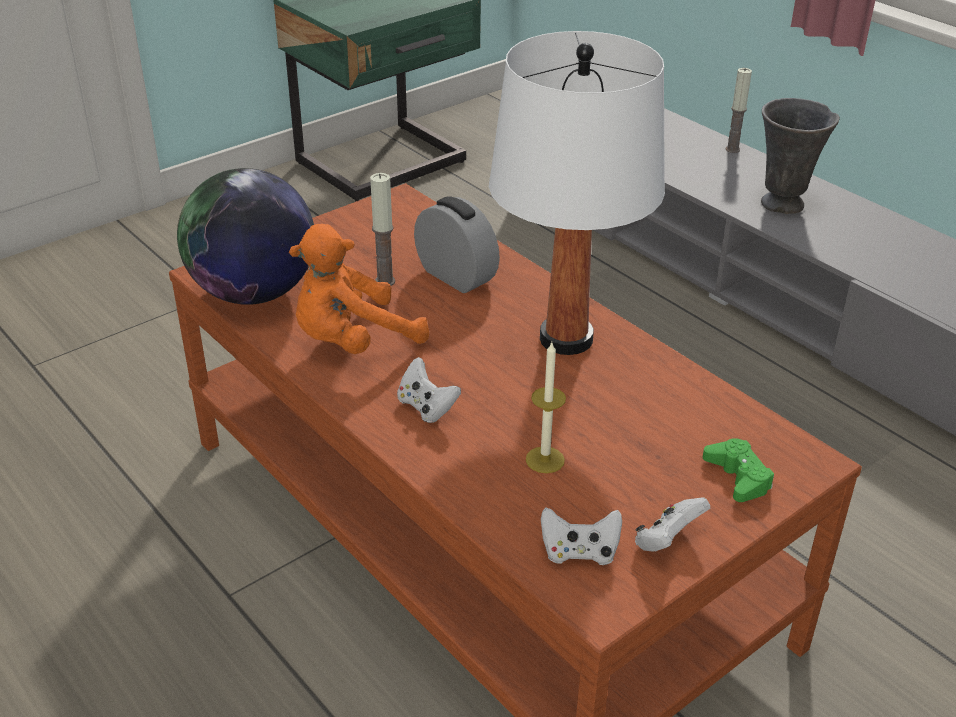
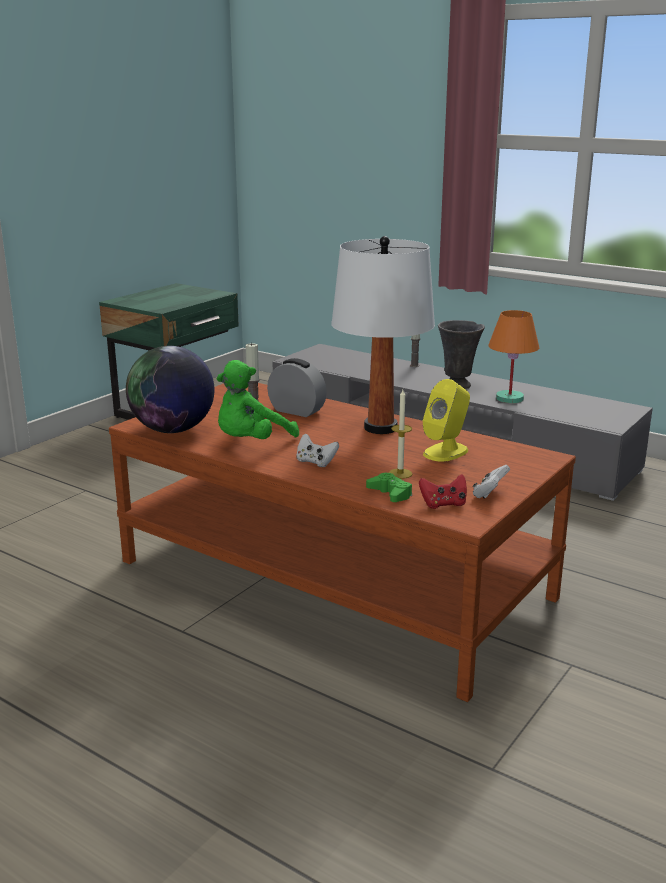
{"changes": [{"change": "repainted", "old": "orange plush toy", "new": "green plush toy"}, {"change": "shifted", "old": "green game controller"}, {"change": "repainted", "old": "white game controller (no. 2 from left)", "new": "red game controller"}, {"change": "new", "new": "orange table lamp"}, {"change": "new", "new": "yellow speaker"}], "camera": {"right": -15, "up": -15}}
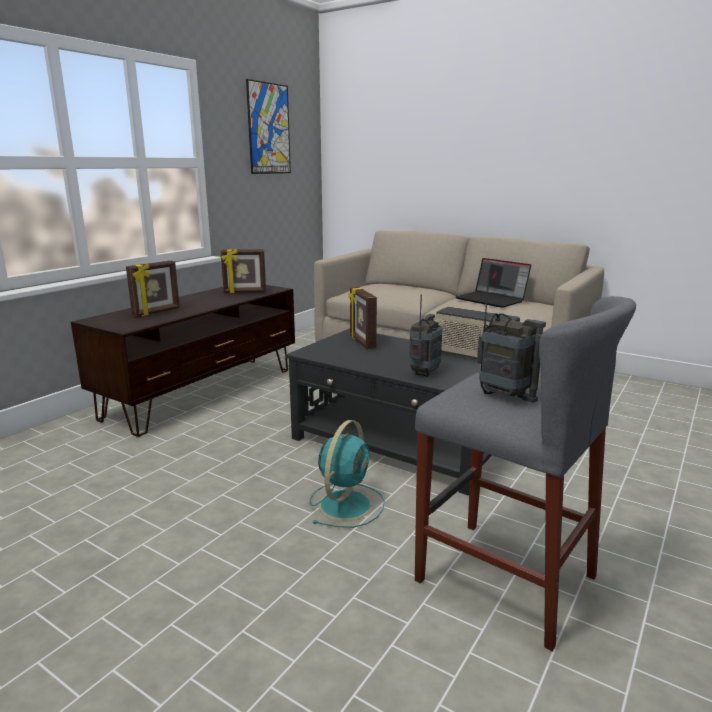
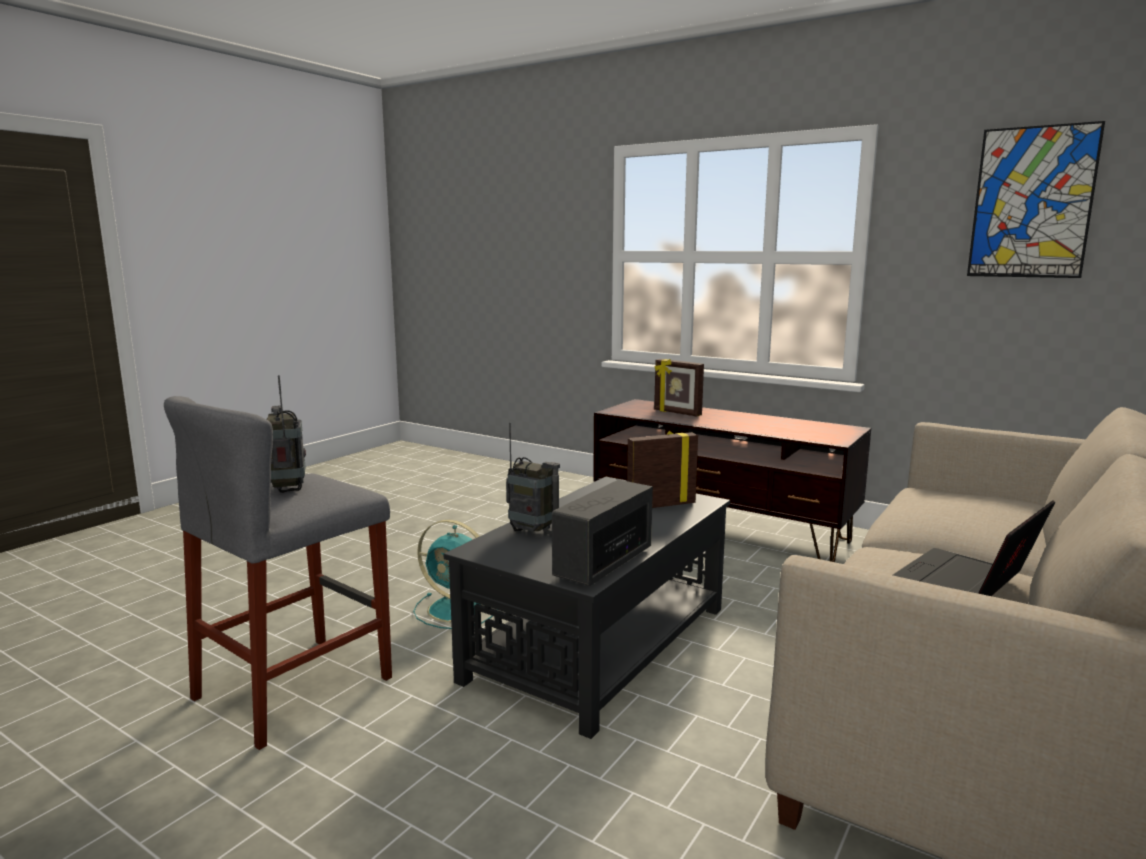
{"changes": [{"change": "gone", "old": "picture frame (no. 2 from left)"}, {"change": "rotated", "old": "radio (no. 3 from left in the first image)", "degrees": 120}], "camera": {"right": 90, "up": -5}}
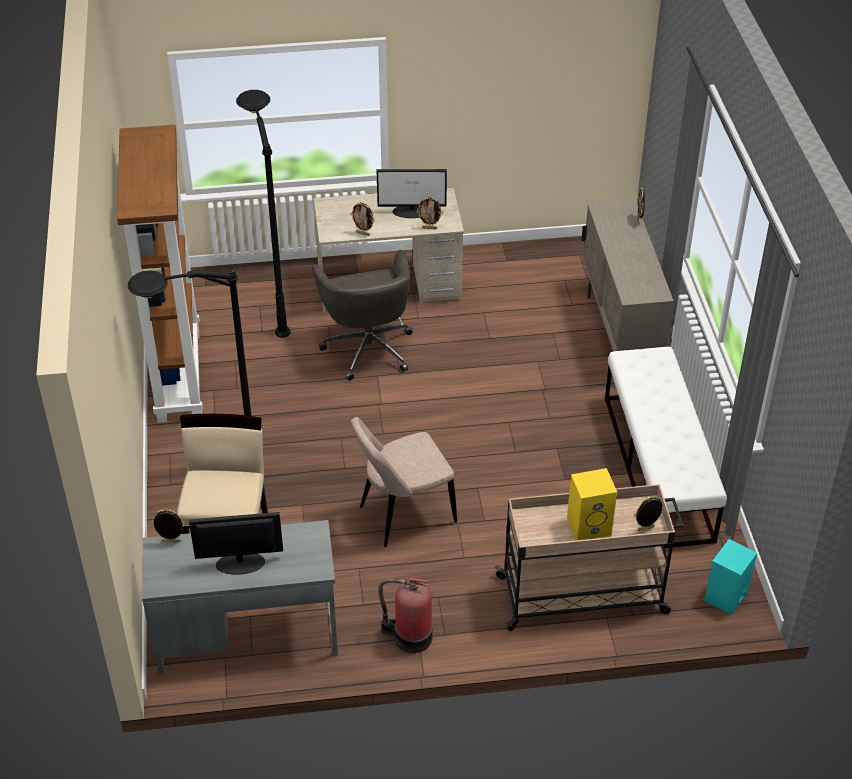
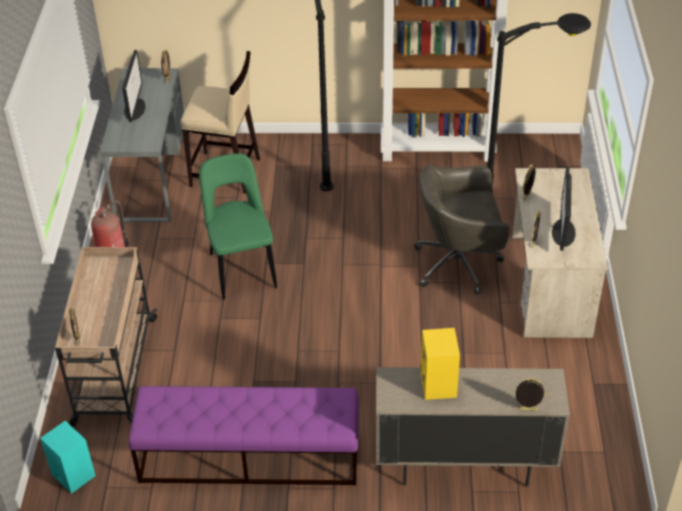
{"changes": [{"change": "repainted", "old": "white bench", "new": "purple bench"}, {"change": "repainted", "old": "beige chair", "new": "green chair"}, {"change": "shifted", "old": "yellow speaker"}], "camera": {"right": 100, "up": 0}}
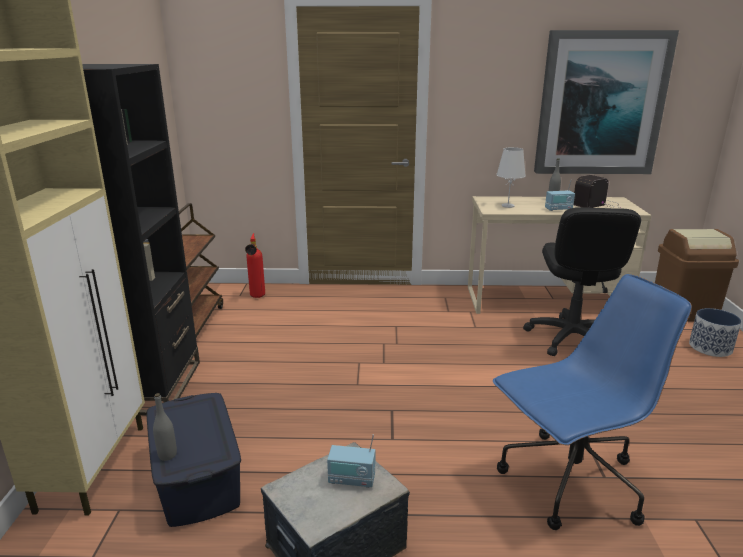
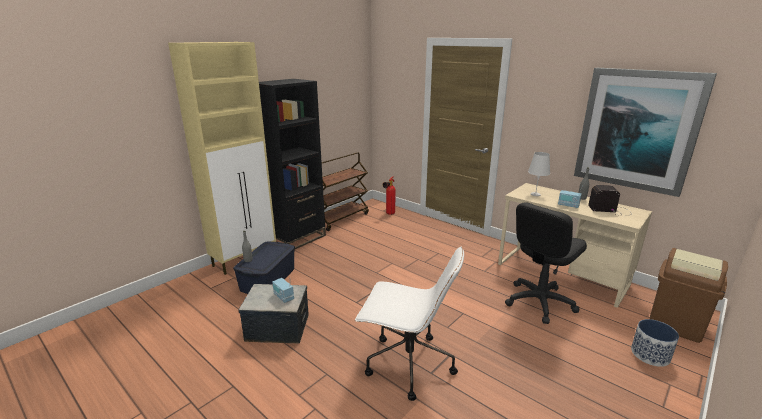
{"changes": [{"change": "repainted", "old": "blue office chair", "new": "white office chair"}], "camera": {"right": 40, "up": 0}}
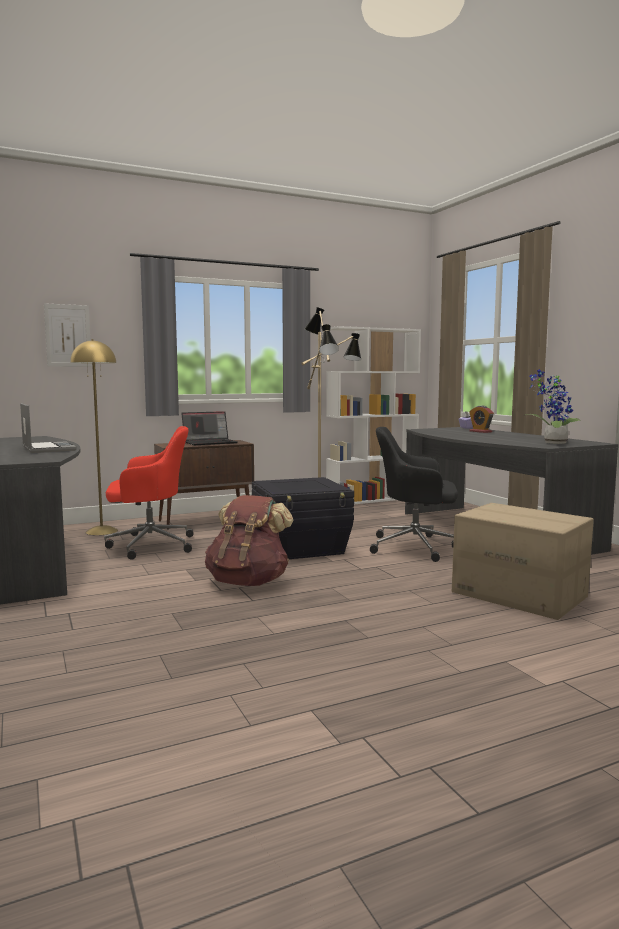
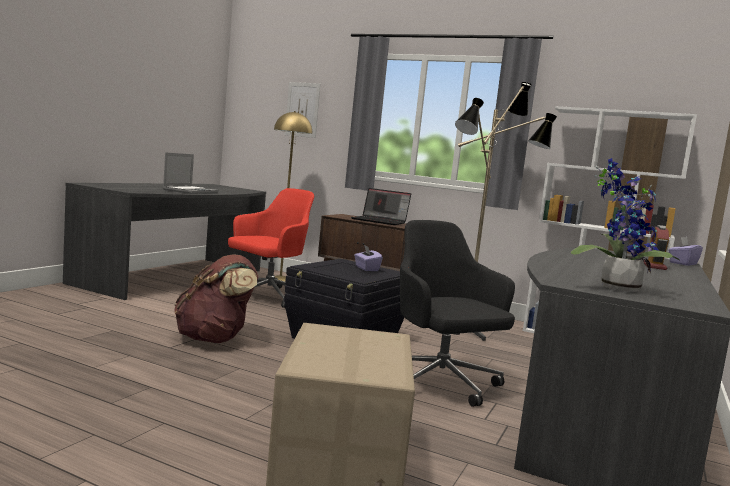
{"changes": [{"change": "rotated", "old": "red office chair", "degrees": -90}, {"change": "new", "new": "purple tissue box (no. 1 from left)"}], "camera": {"right": 50, "up": 0}}
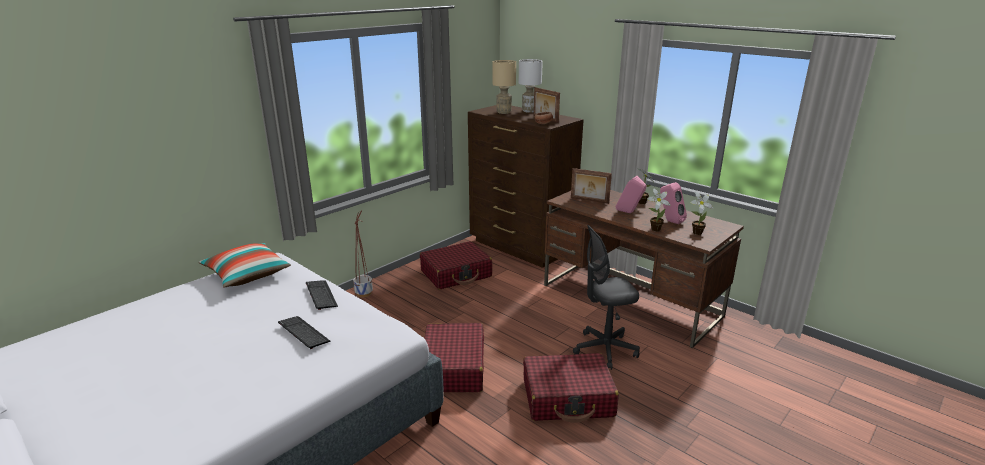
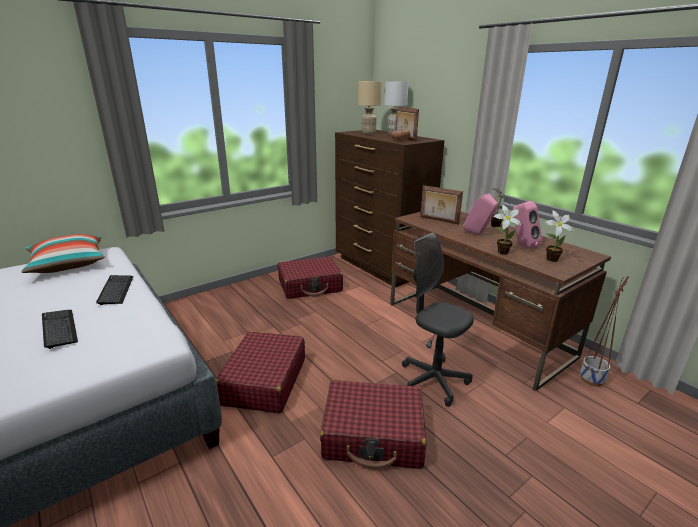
{"changes": [{"change": "shifted", "old": "planter"}, {"change": "rotated", "old": "grey office chair", "degrees": 45}], "camera": {"right": 10, "up": 0}}
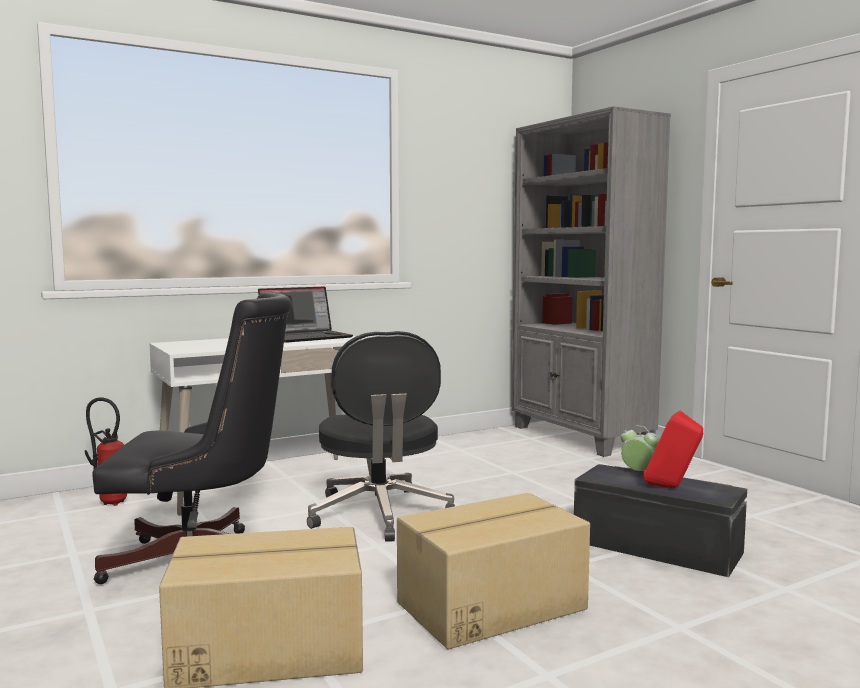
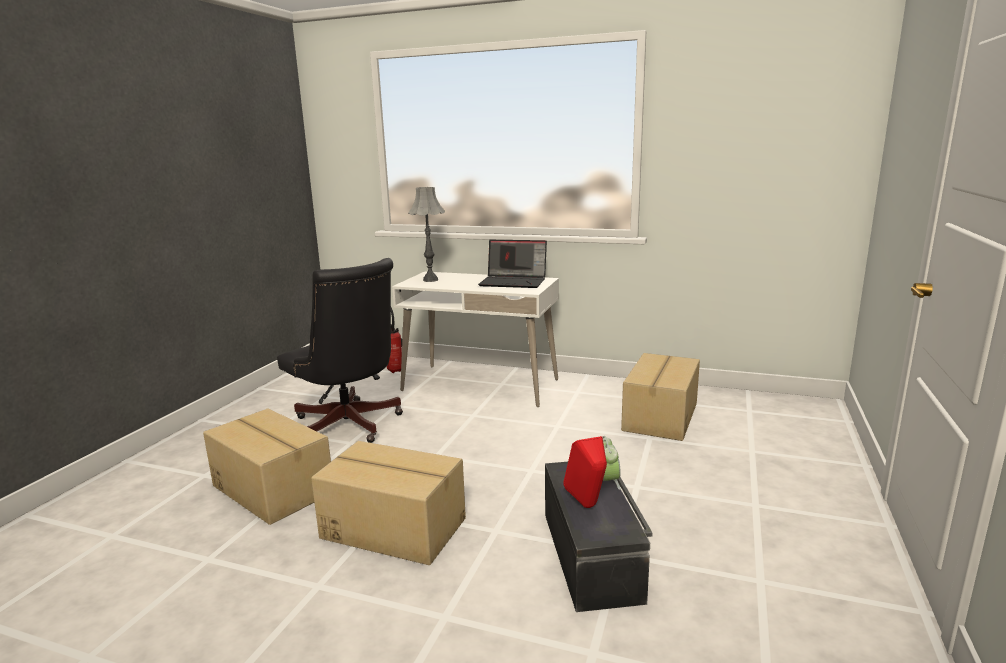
{"changes": [{"change": "gone", "old": "grey bookcase"}, {"change": "gone", "old": "black office chair (no. 2 from left)"}, {"change": "new", "new": "grey table lamp"}, {"change": "new", "new": "cardboard box (no. 3 from left)"}], "camera": {"right": 50, "up": 10}}
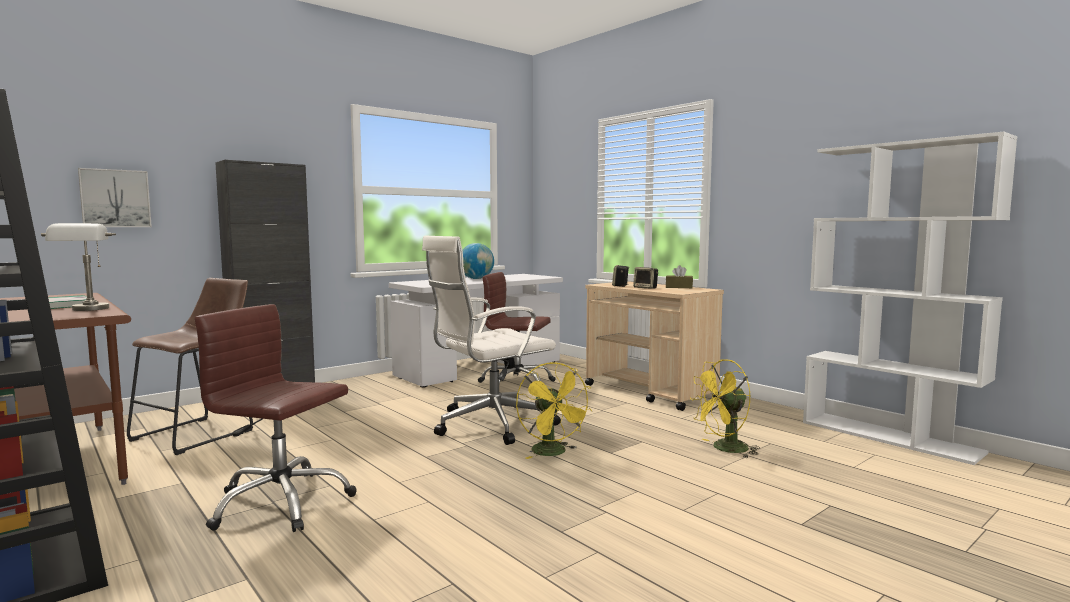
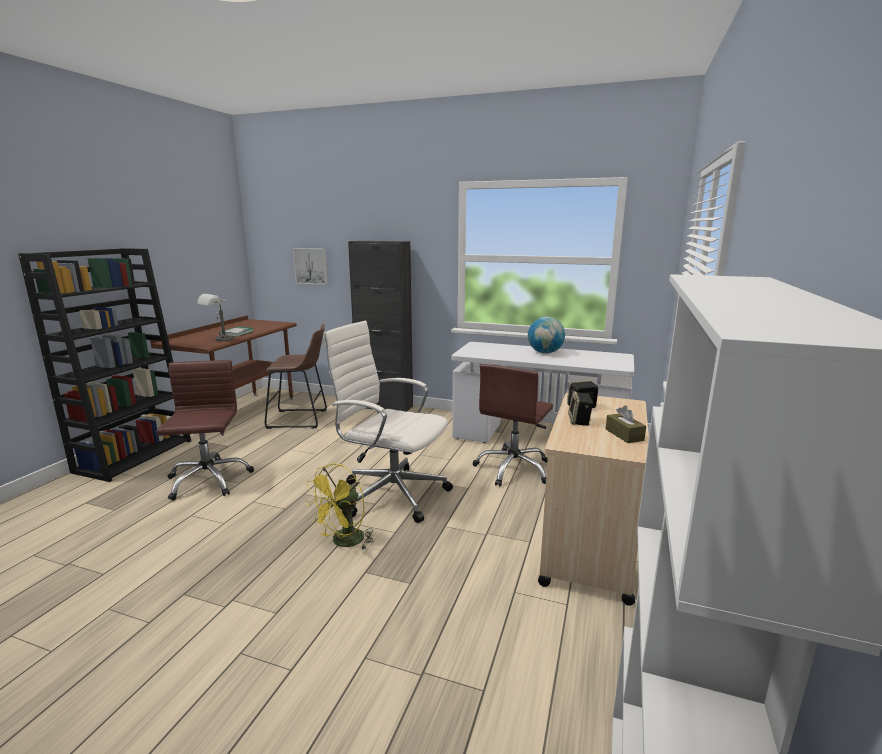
{"changes": [{"change": "rotated", "old": "brown office chair (no. 2 from left)", "degrees": -135}, {"change": "gone", "old": "yellow fan (no. 2 from left)"}], "camera": {"right": 60, "up": 10}}
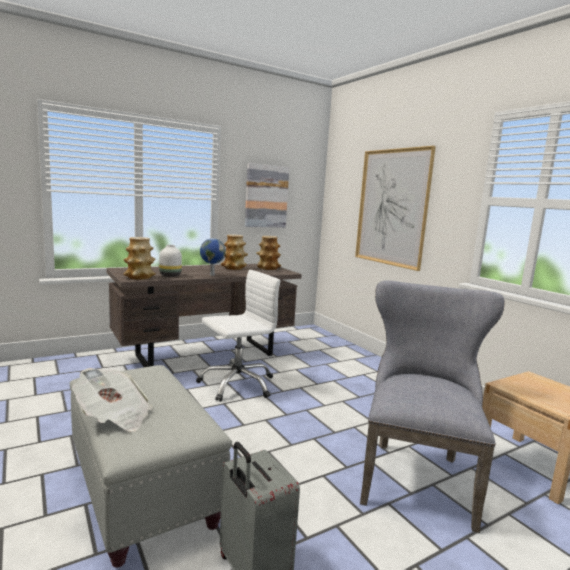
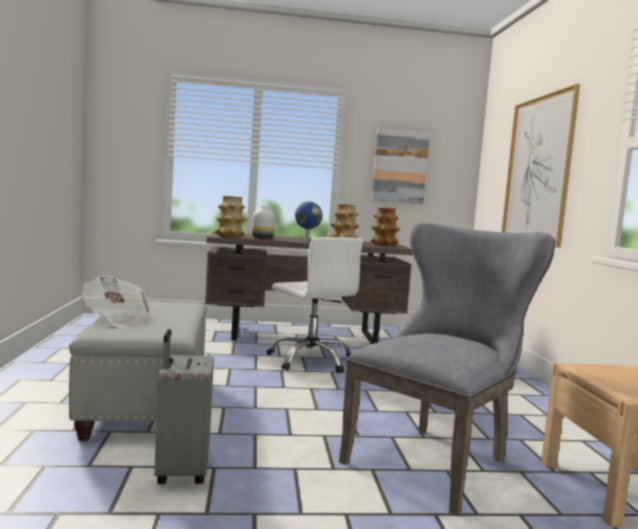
{"changes": [{"change": "rotated", "old": "white office chair", "degrees": 60}], "camera": {"right": 25, "up": -5}}
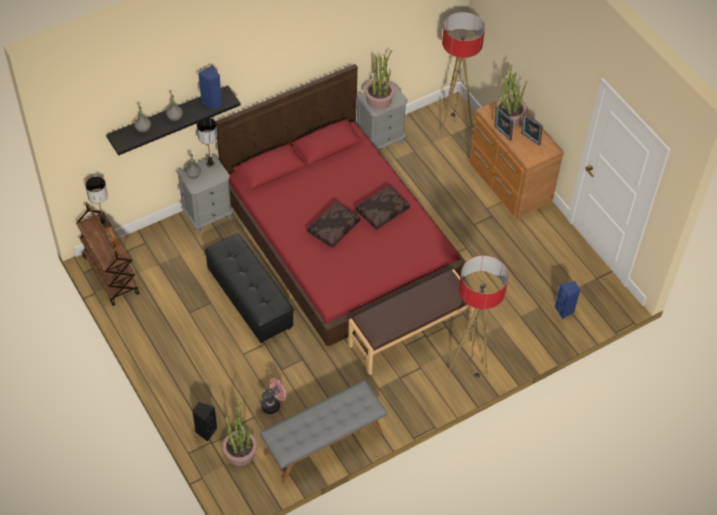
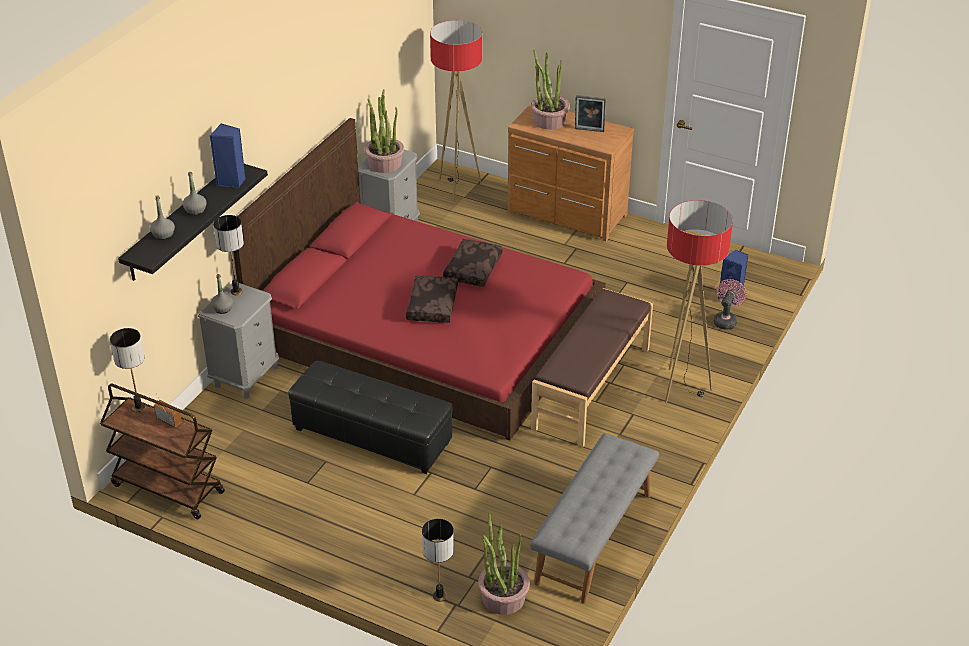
{"changes": [{"change": "gone", "old": "picture frame (no. 1 from left)"}, {"change": "shifted", "old": "pink fan"}, {"change": "swapped", "old": "black speaker", "new": "table lamp (no. 3 from left)"}], "camera": {"right": -30, "up": -15}}
